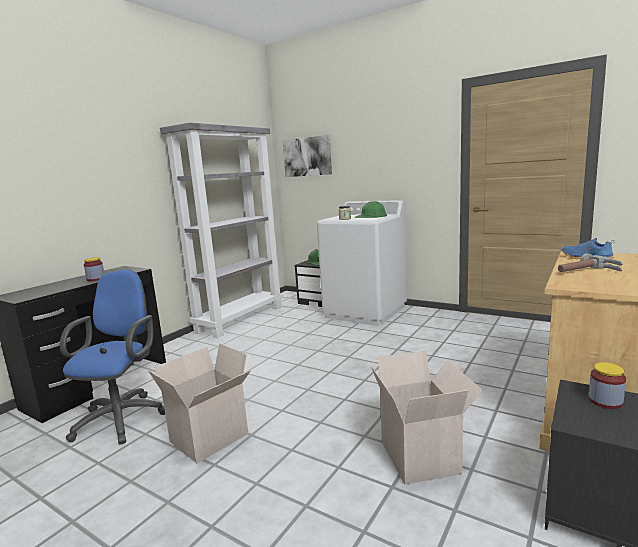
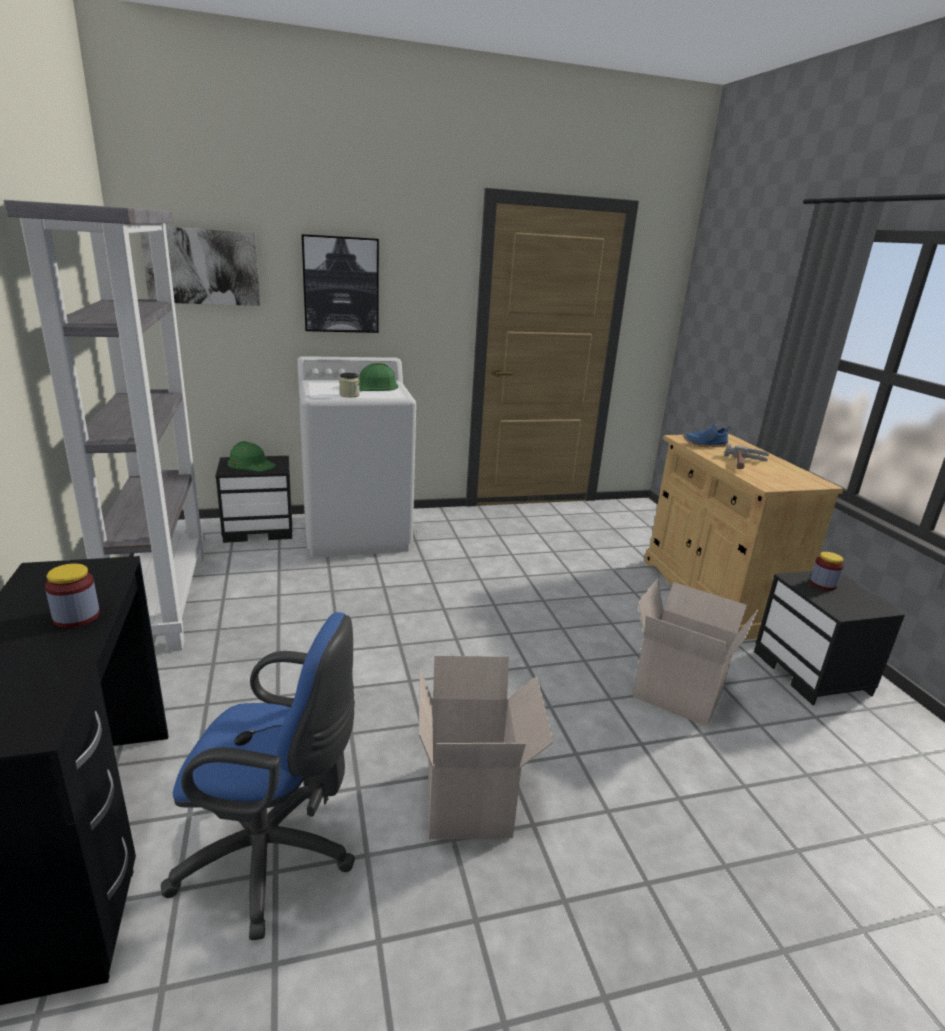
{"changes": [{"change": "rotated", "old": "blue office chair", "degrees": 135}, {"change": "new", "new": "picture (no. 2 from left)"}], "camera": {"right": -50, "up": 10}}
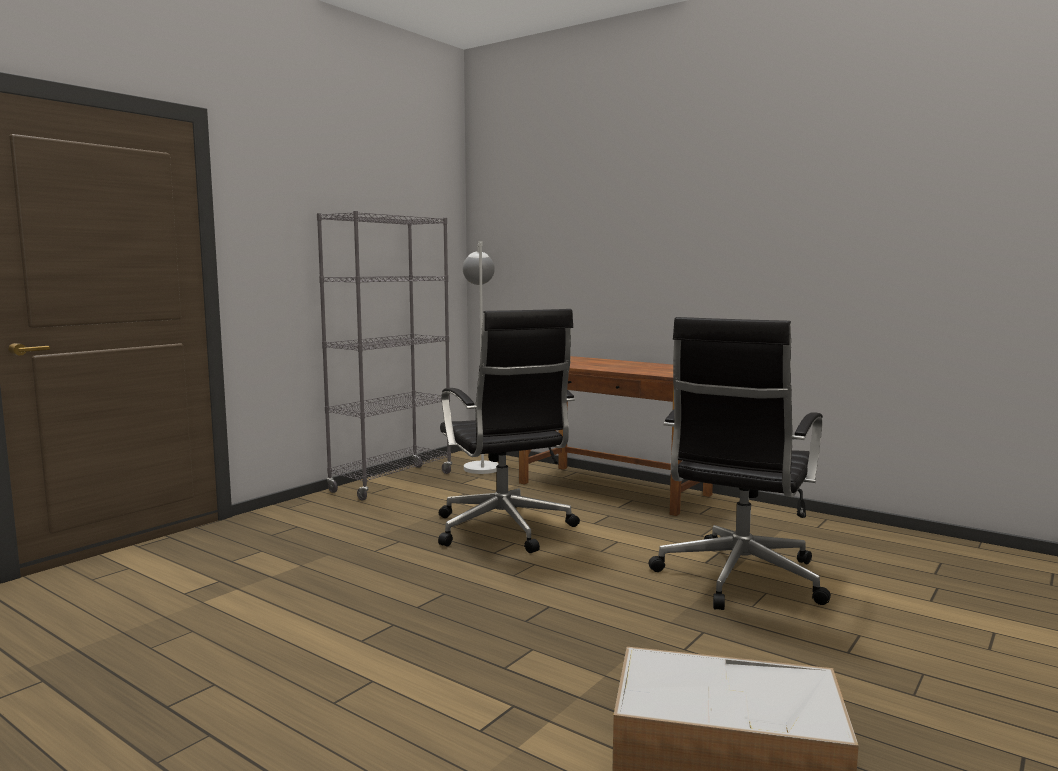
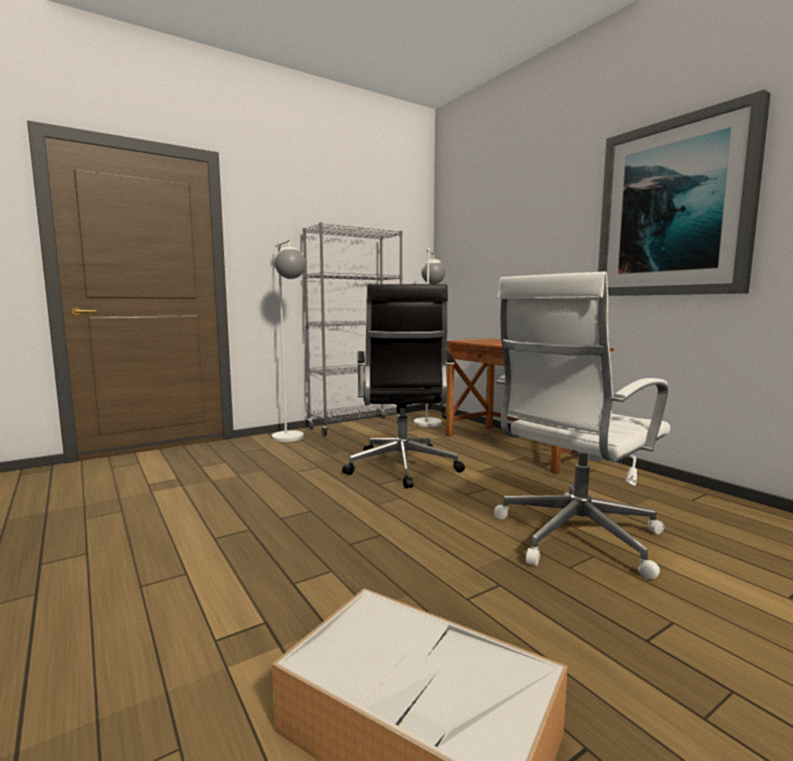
{"changes": [{"change": "repainted", "old": "black office chair (no. 2 from left)", "new": "white office chair"}, {"change": "new", "new": "picture"}, {"change": "new", "new": "white floor lamp (no. 1 from left)"}], "camera": {"right": 20, "up": 0}}
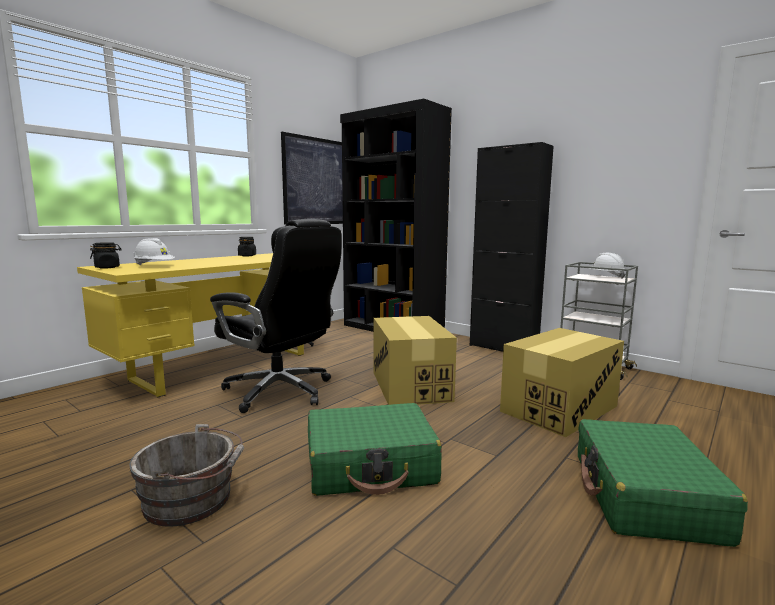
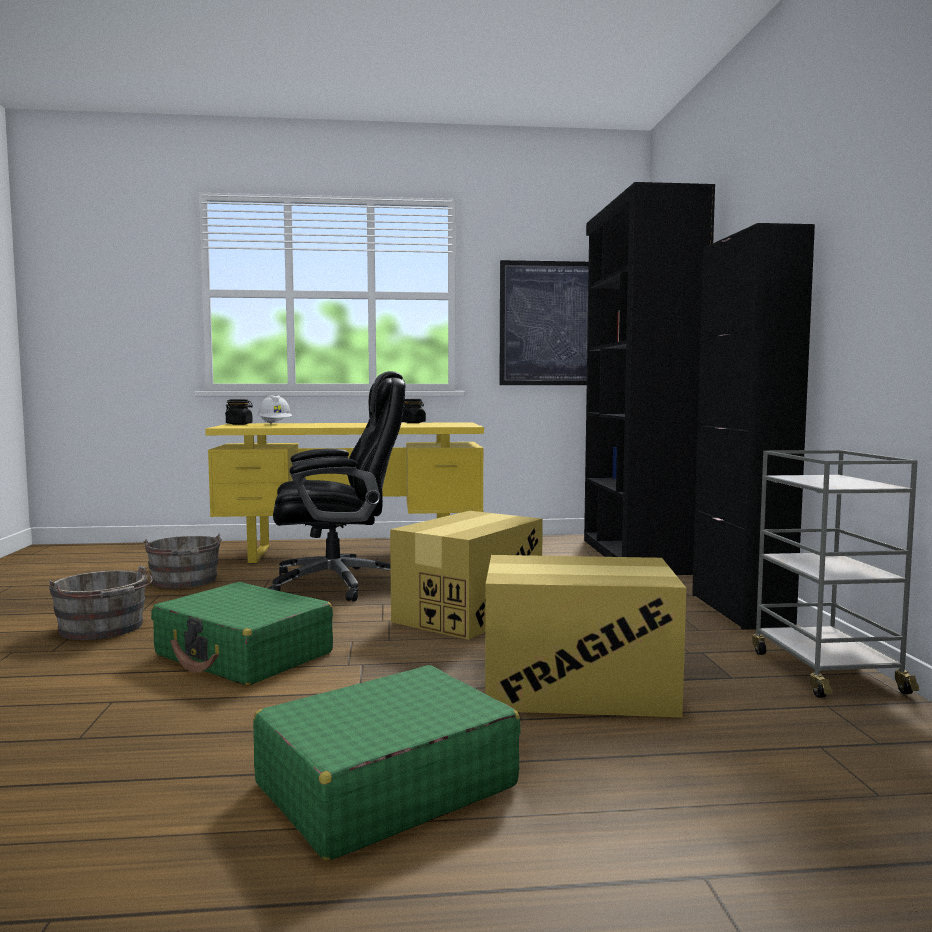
{"changes": [{"change": "rotated", "old": "black office chair", "degrees": -90}, {"change": "gone", "old": "white hard hat (no. 2 from left)"}, {"change": "new", "new": "grey bucket (no. 2 from left)"}], "camera": {"right": 45, "up": -5}}
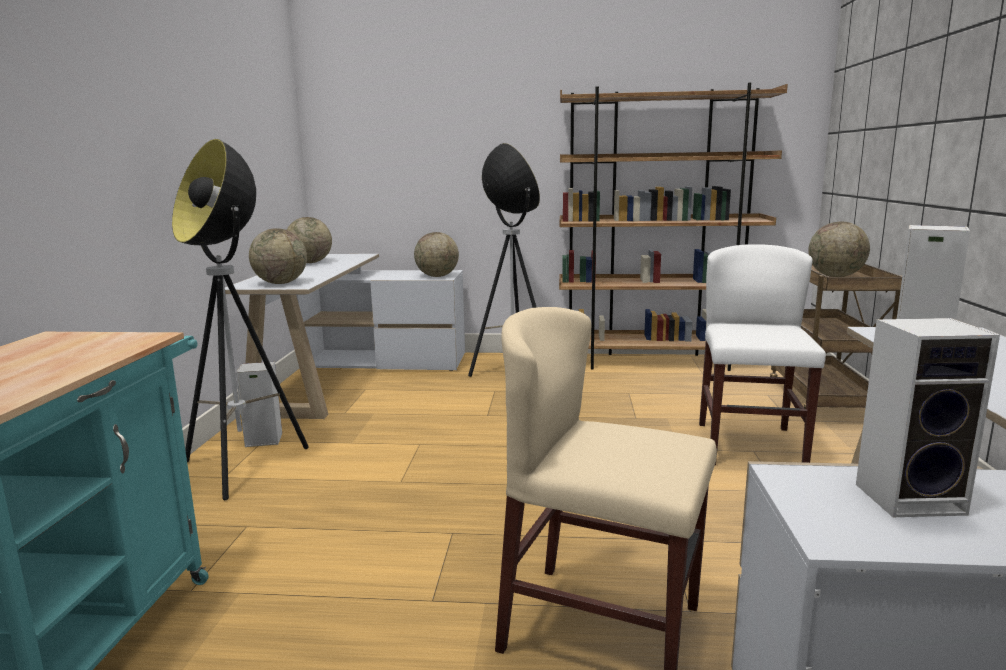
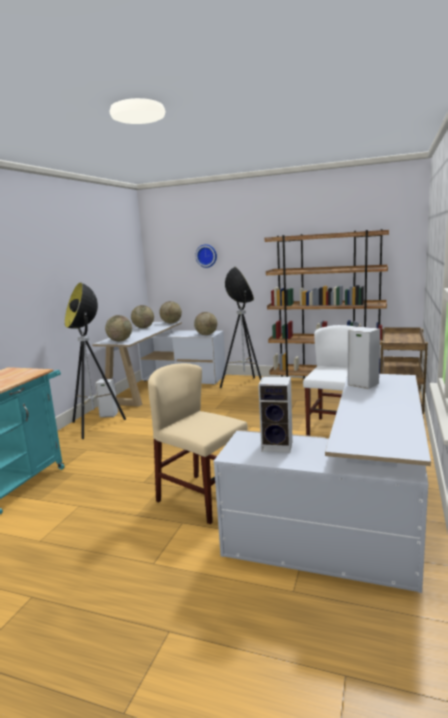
{"changes": [{"change": "shifted", "old": "globe (no. 4 from left in the first image)", "new": "globe (no. 3 from left)"}, {"change": "new", "new": "wall clock"}], "camera": {"right": 15, "up": 0}}
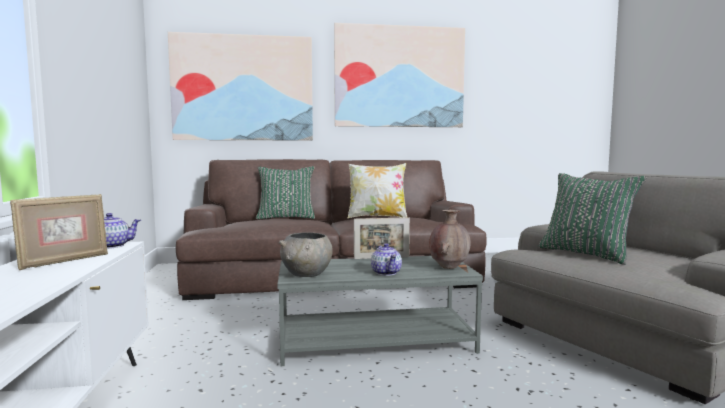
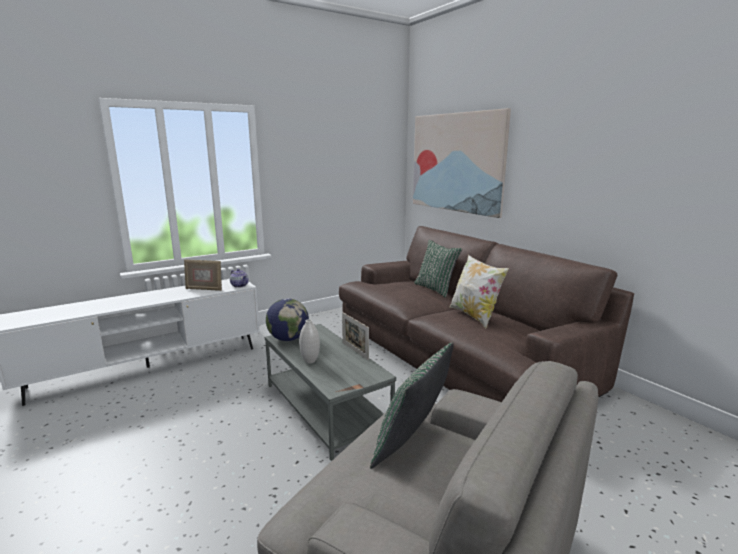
{"changes": [{"change": "gone", "old": "picture (no. 2 from left)"}, {"change": "gone", "old": "brown vase"}, {"change": "swapped", "old": "grey bowl", "new": "globe"}, {"change": "swapped", "old": "teapot (no. 2 from left)", "new": "white vase"}], "camera": {"right": 65, "up": 10}}
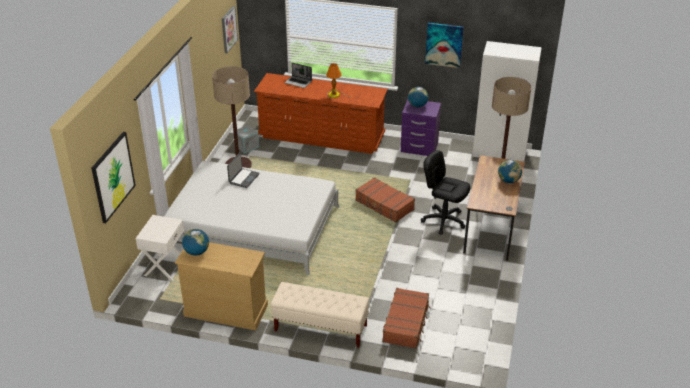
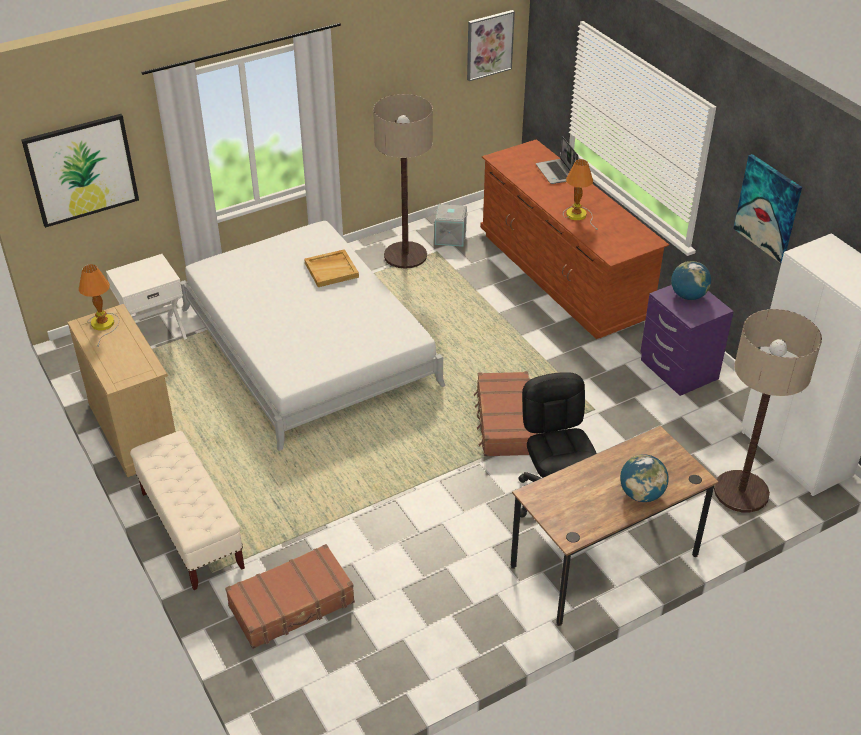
{"changes": [{"change": "swapped", "old": "laptop (no. 1 from left)", "new": "beige tray"}, {"change": "swapped", "old": "globe (no. 1 from left)", "new": "table lamp (no. 1 from left)"}], "camera": {"right": 45, "up": 5}}
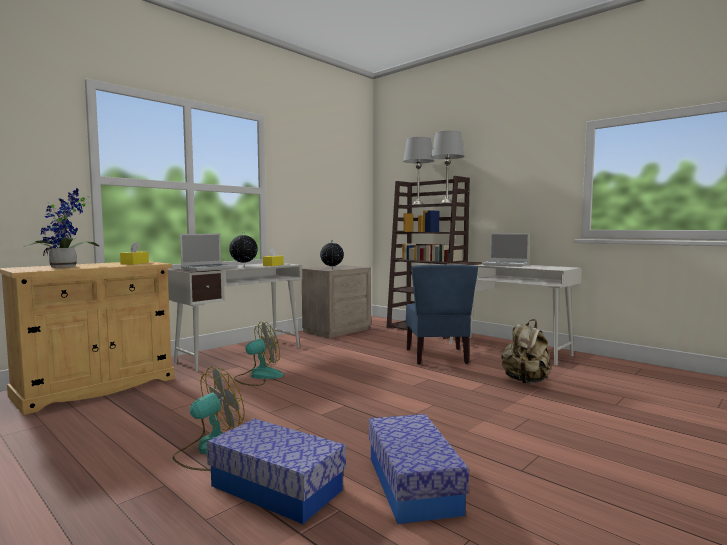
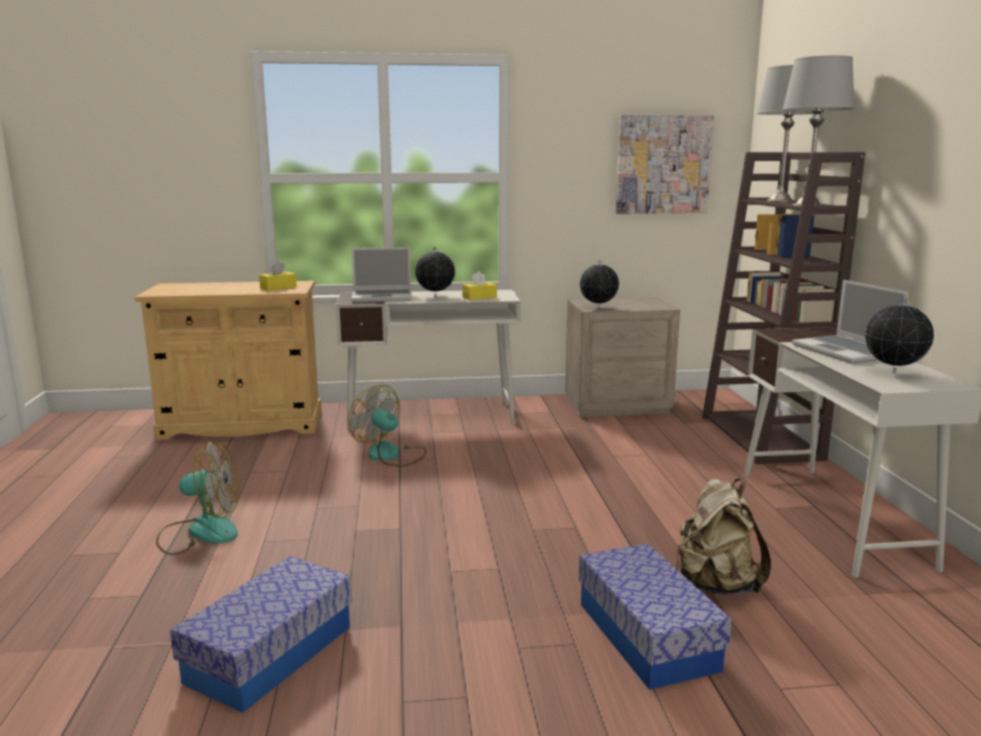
{"changes": [{"change": "gone", "old": "potted plant"}, {"change": "gone", "old": "blue chair"}, {"change": "rotated", "old": "fan (no. 2 from left)", "degrees": -150}, {"change": "shifted", "old": "storage box (no. 1 from left in the first image)", "new": "storage box (no. 2 from left)"}, {"change": "new", "new": "picture"}, {"change": "new", "new": "globe (no. 3 from left)"}], "camera": {"right": 40, "up": 10}}
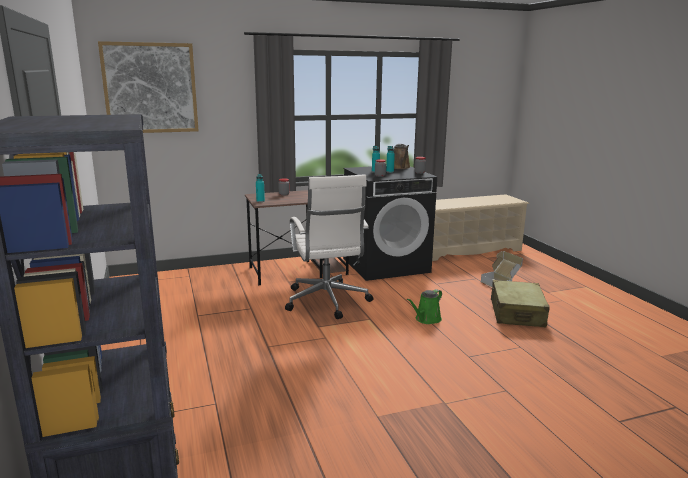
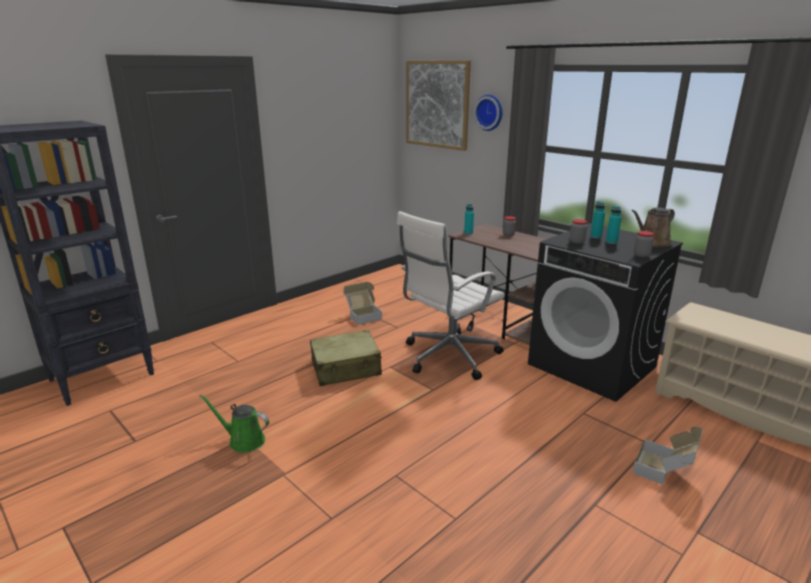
{"changes": [{"change": "shifted", "old": "beige suitcase"}, {"change": "shifted", "old": "green watering can"}, {"change": "new", "new": "wall clock"}, {"change": "new", "new": "cardboard box (no. 1 from left)"}], "camera": {"right": 65, "up": 5}}
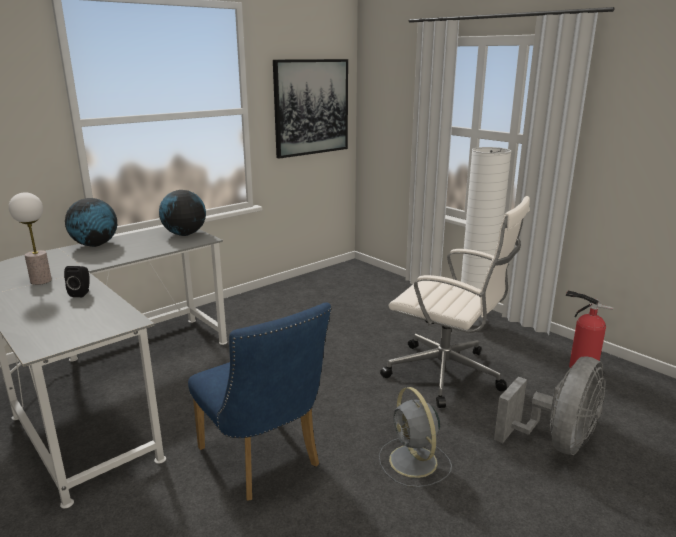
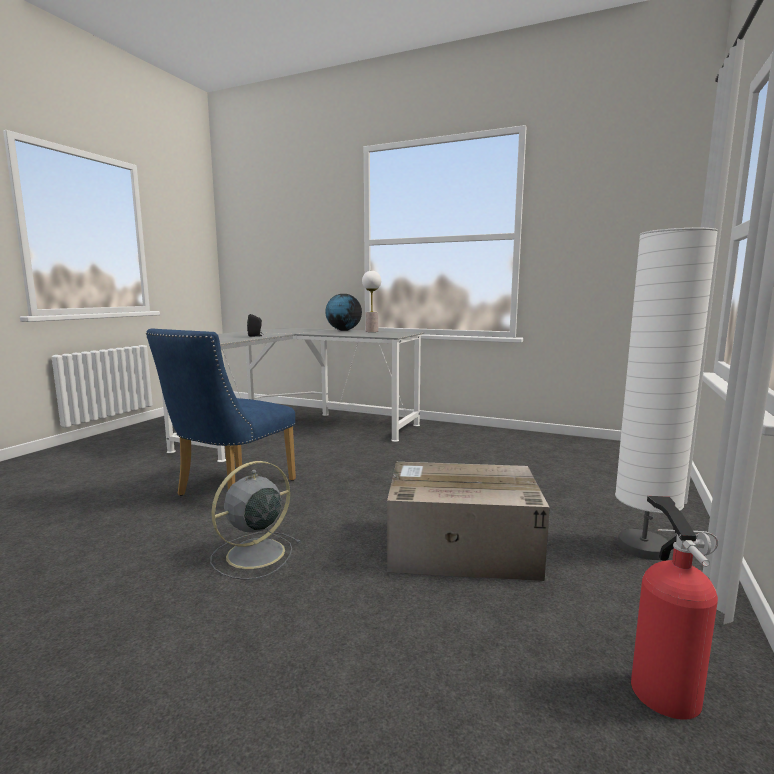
{"changes": [{"change": "gone", "old": "picture"}, {"change": "gone", "old": "globe (no. 2 from left)"}, {"change": "shifted", "old": "table lamp"}, {"change": "swapped", "old": "white office chair", "new": "cardboard box"}, {"change": "gone", "old": "grey fan (no. 2 from left)"}], "camera": {"right": 65, "up": -10}}
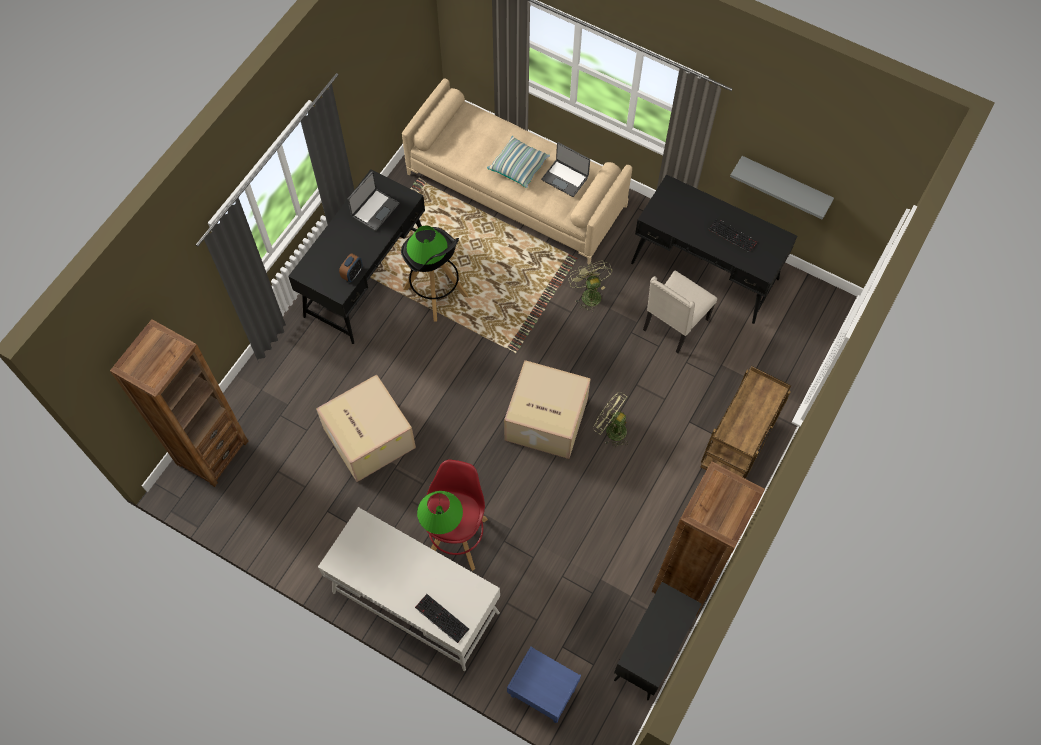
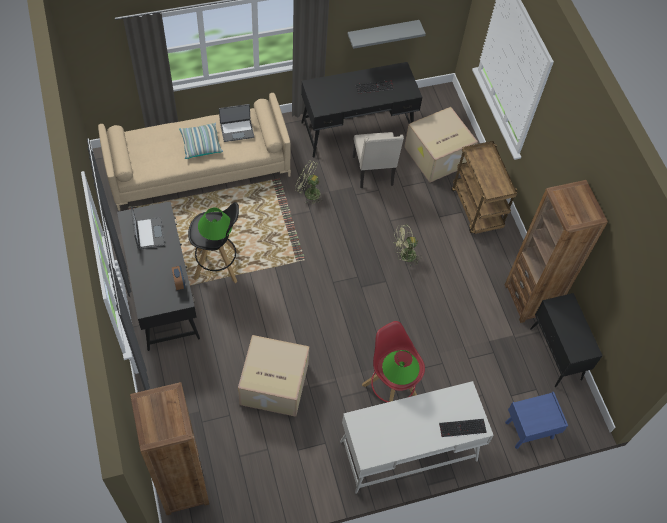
{"changes": [{"change": "shifted", "old": "cardboard box (no. 2 from left)"}], "camera": {"right": -50, "up": -5}}
